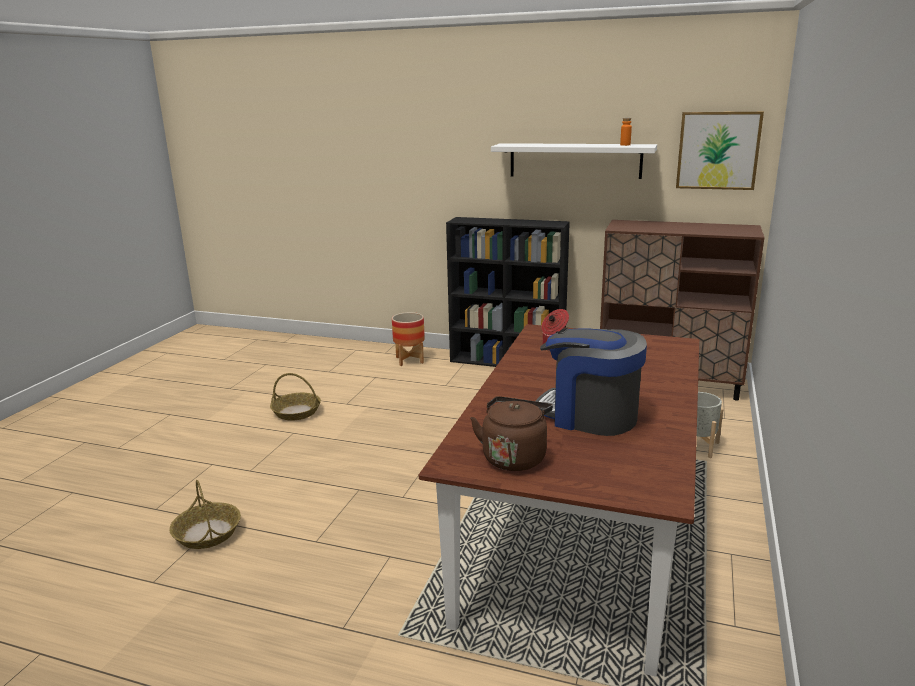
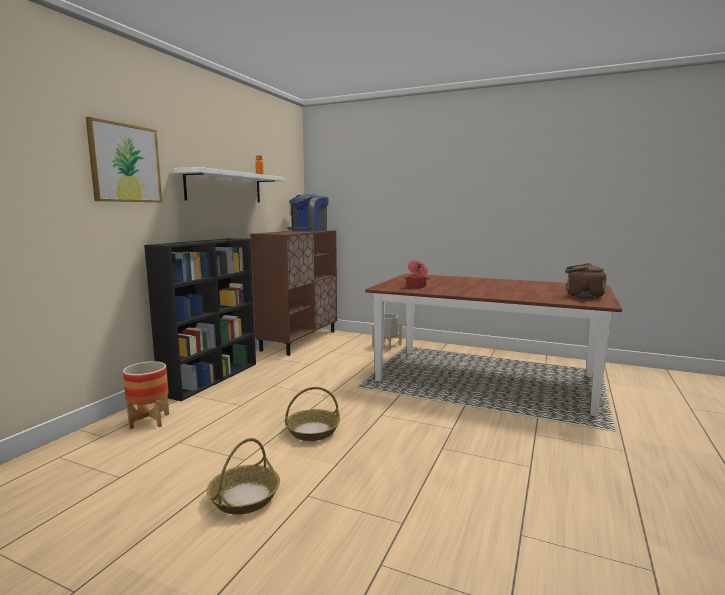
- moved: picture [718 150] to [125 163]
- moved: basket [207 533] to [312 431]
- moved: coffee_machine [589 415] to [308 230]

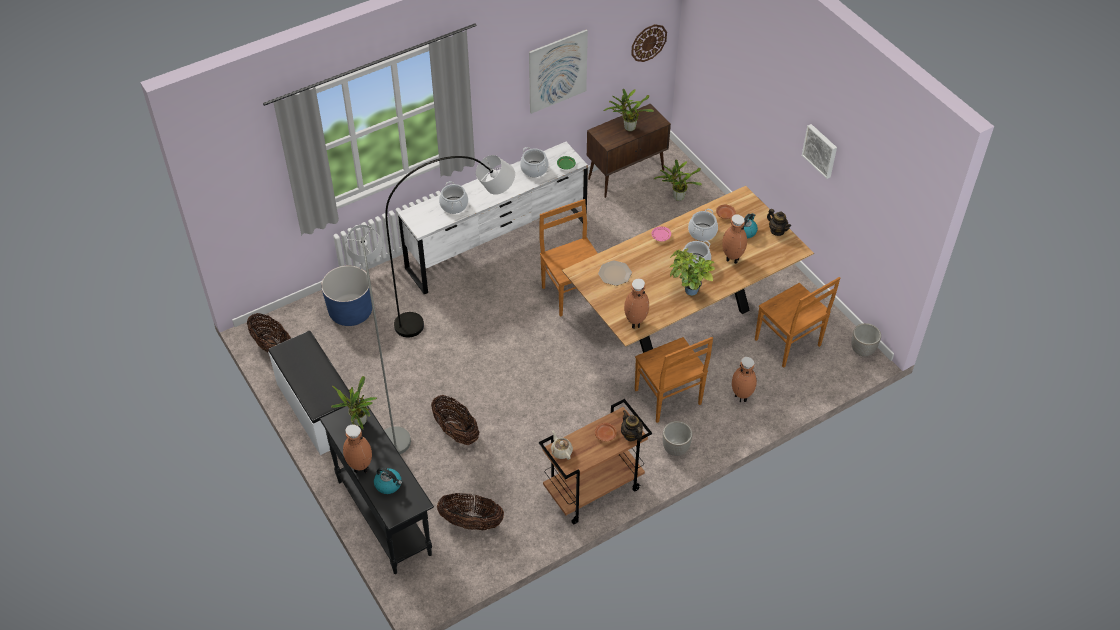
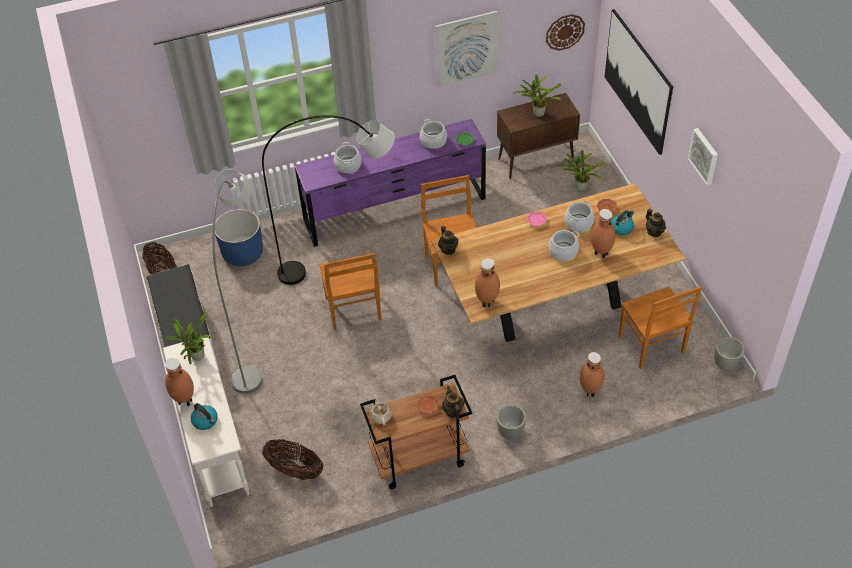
- recoloured: black_console_table [384 516] to white_console_table [216 450]
- recoloured: white_dresser [497 245] to purple_dresser [395 209]
- moved: brown_chair [668 398] to [353 310]
- added: teapot [448 249]
- added: picture [637 81]
- removed: basket [456 431]
- removed: plate [615 273]
- removed: potted_plant [688 292]

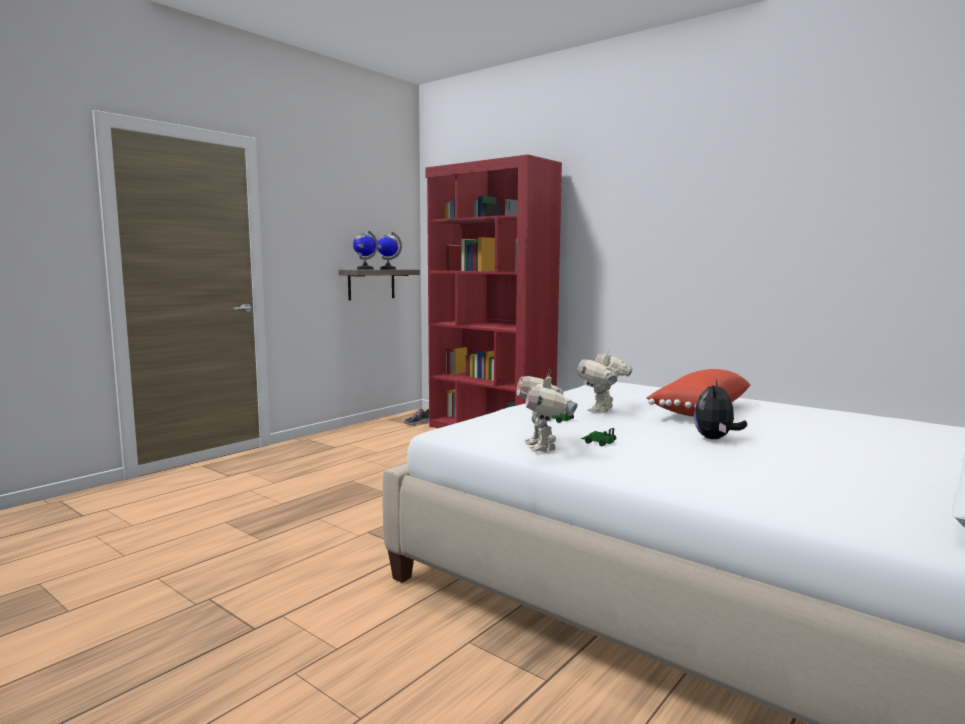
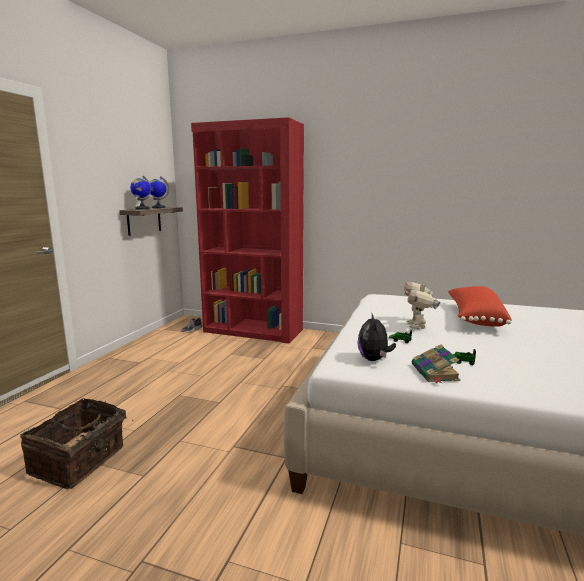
- added: basket [80 461]
- moved: plush_toy [715 439] to [374 359]
- replaced: toy_robot [543 447] to book [435 373]

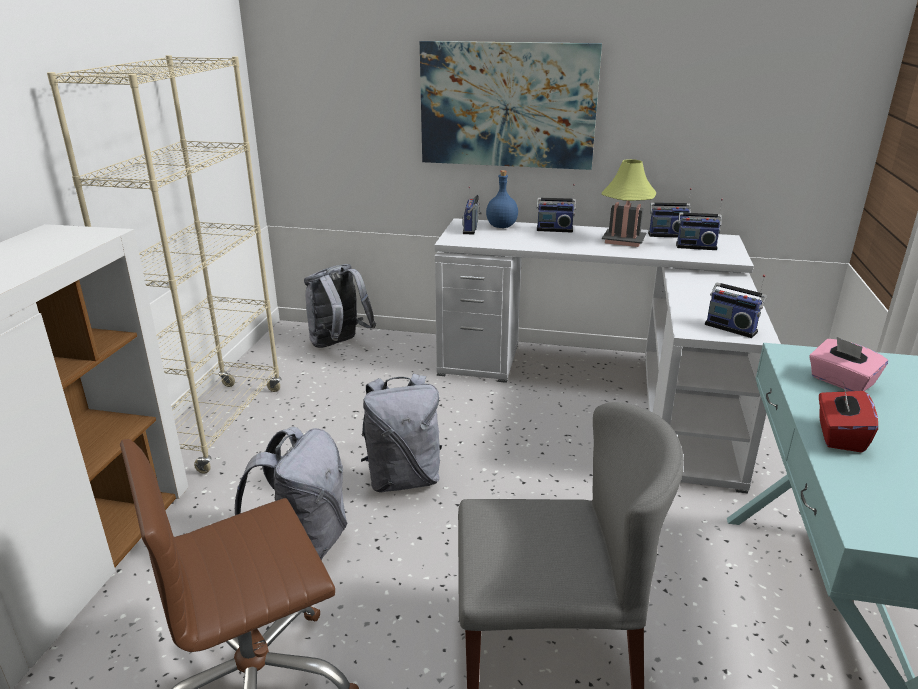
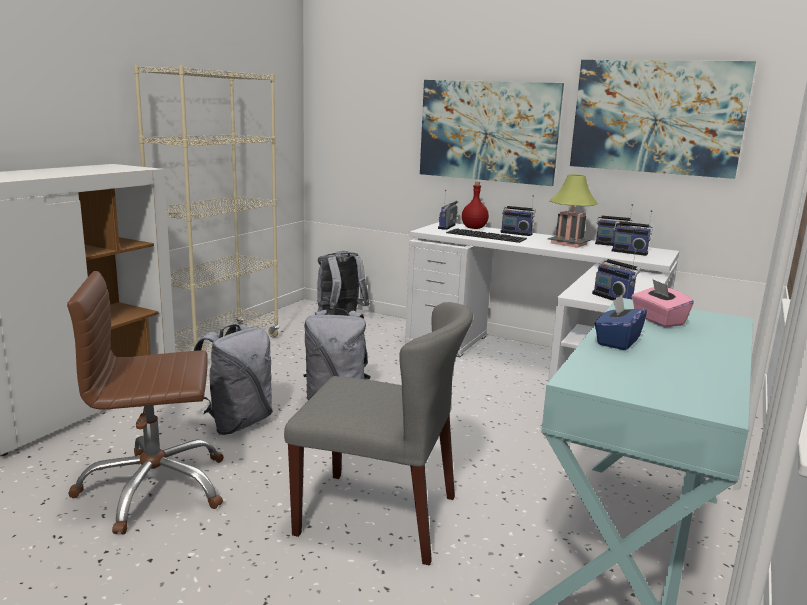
- added: keyboard [487 235]
- recoloured: blue_bottle [502 226] to red_bottle [474 228]
- added: picture [656 117]
- recoloured: red_tissue_box [839 435] to blue_tissue_box [617 341]

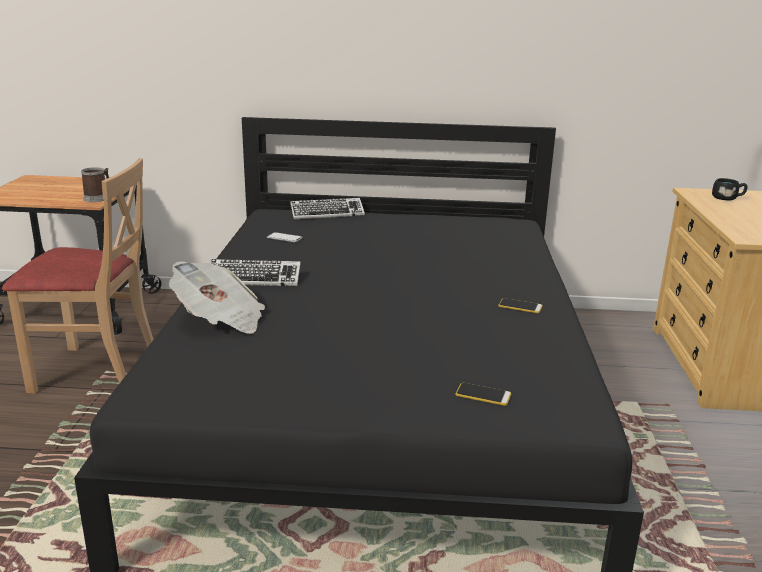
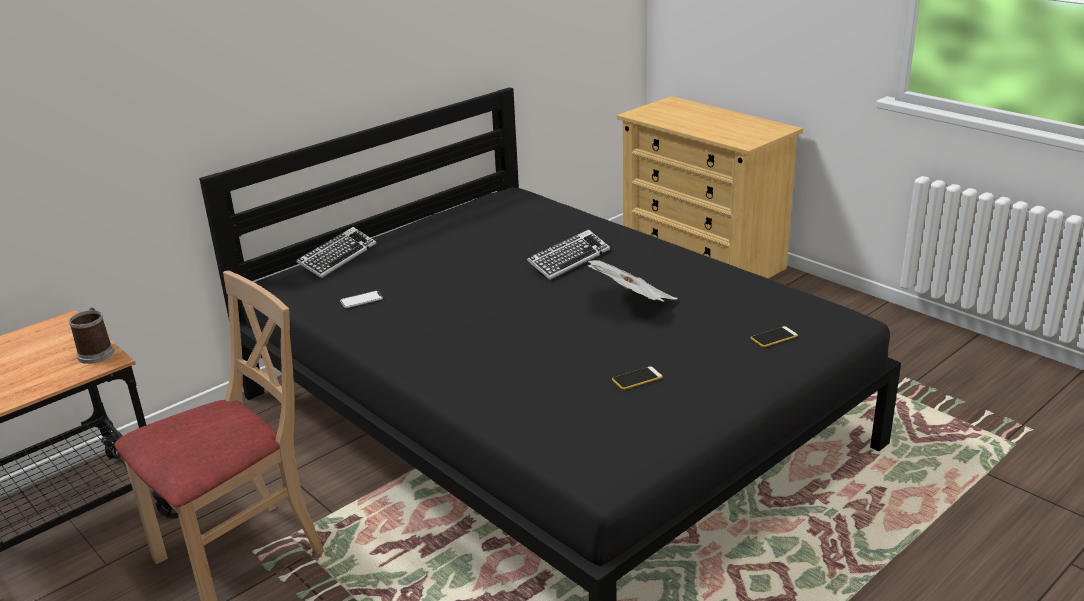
- moved: keyboard [253 279] to [569 260]
- moved: newspaper [220 319] to [632 302]
- moved: phone [520 306] to [637 378]
- removed: black_mug [727 198]

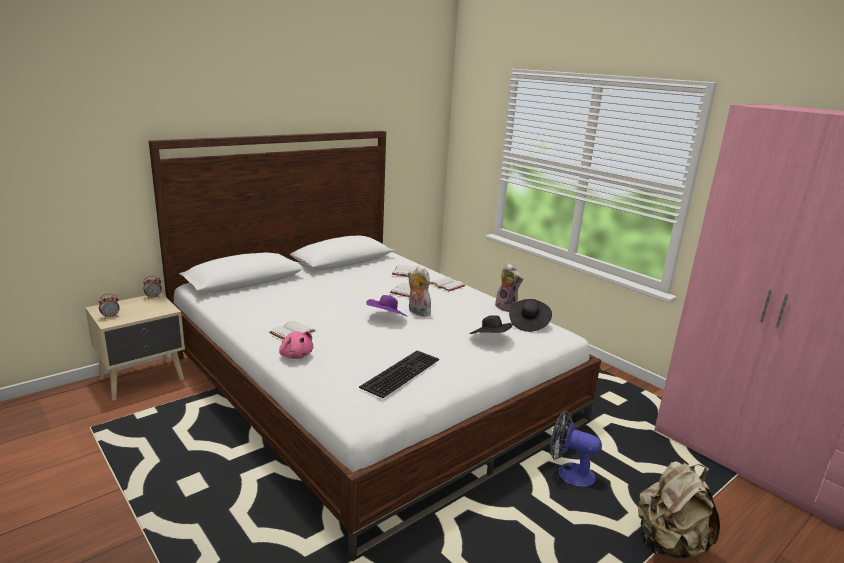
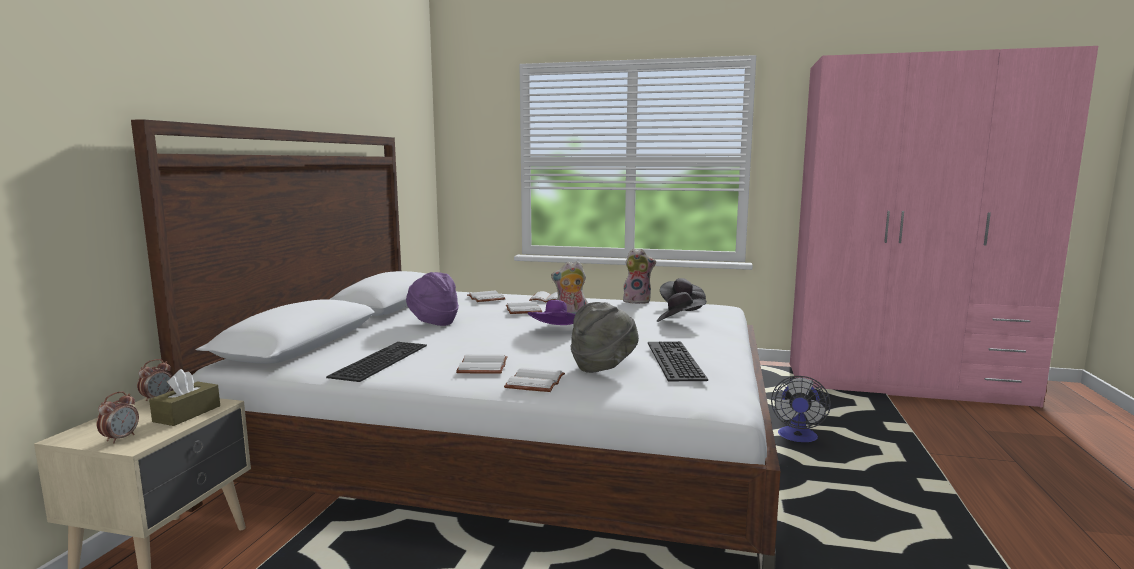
- added: brown_tissue_box [187 414]
- added: keyboard [379 360]
- added: purple_hat [433 322]
- replaced: pink_plush_toy [296 355] to white_book [534 382]
- added: grey_hat [603 367]
- turned: fan [569 473] = [797 438] 60 degrees counterclockwise
- removed: beige_backpack [669 544]

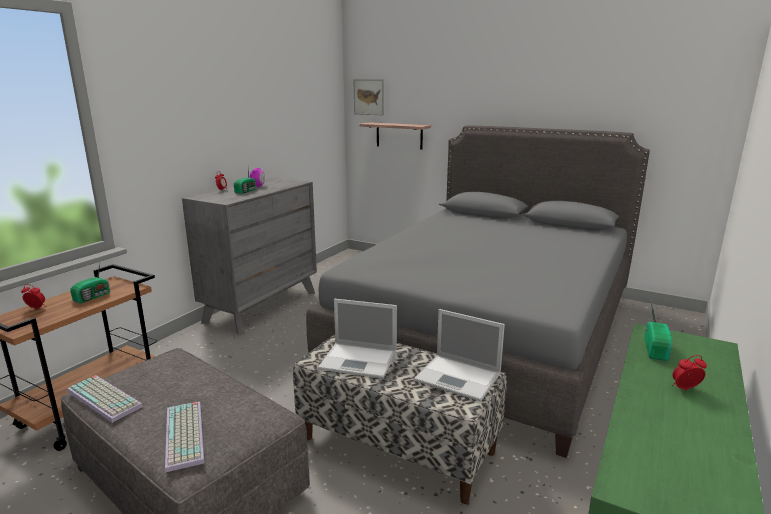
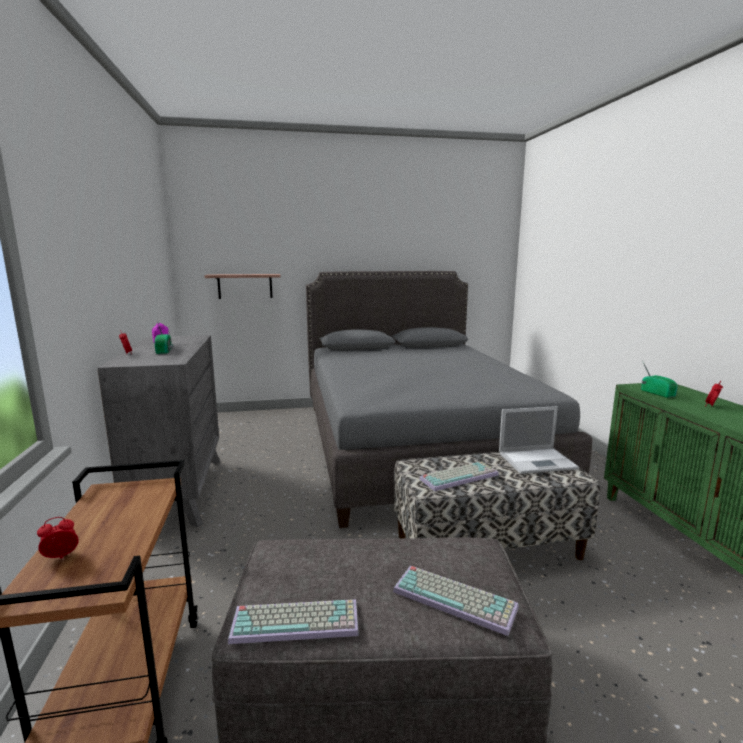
- replaced: laptop [360 360] to keyboard [459 476]
- removed: radio [93 297]
- removed: picture [369 97]

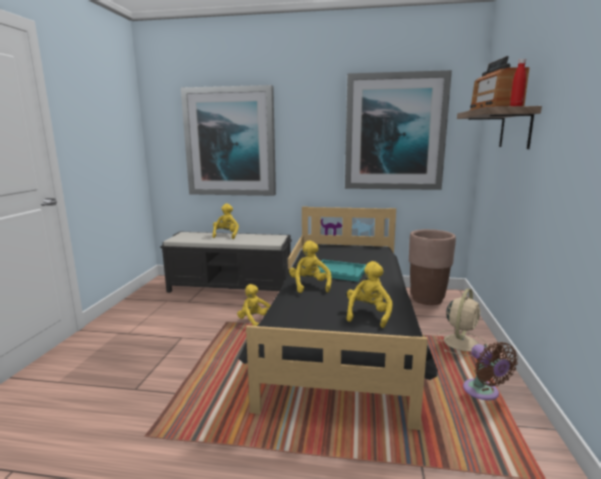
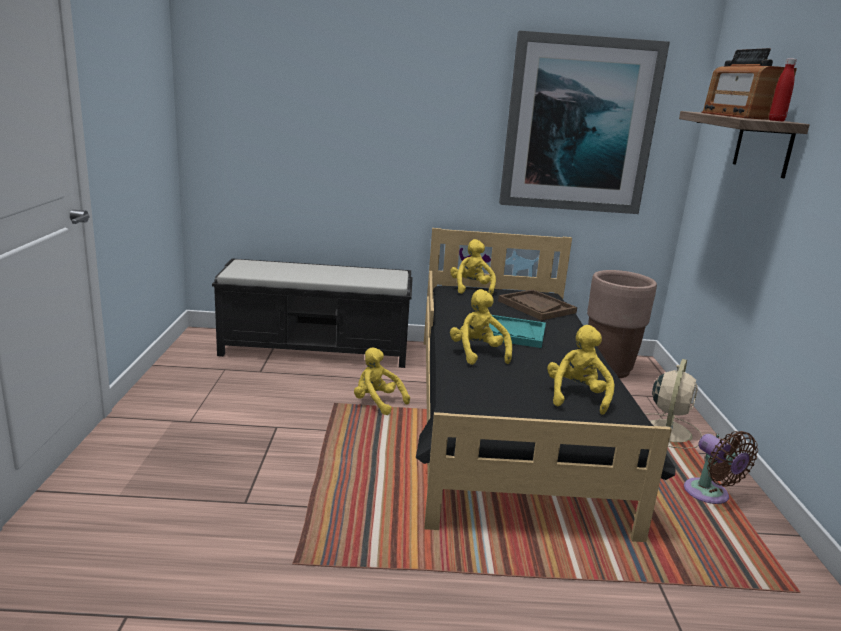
- moved: yellow_plush_toy [226 235] to [471 289]
- added: brown_tray [536 307]
- removed: picture [230 142]

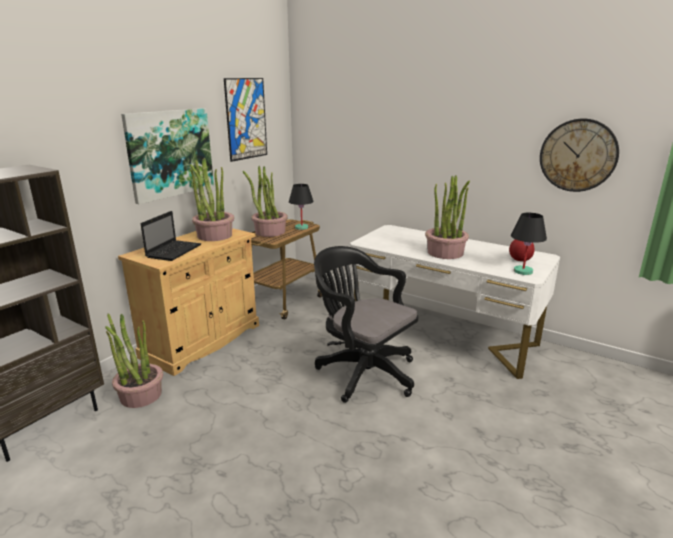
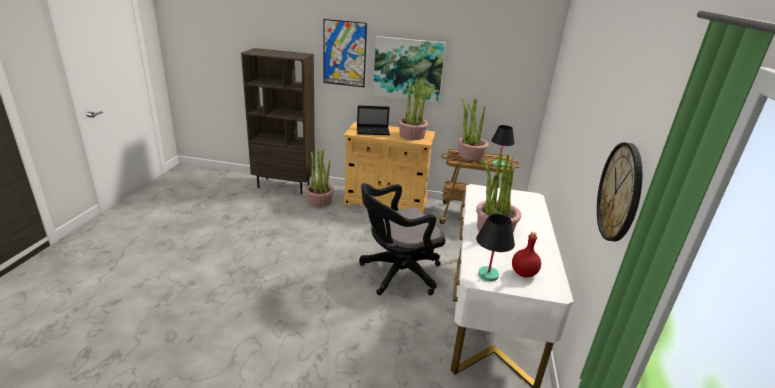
- moved: picture [246 119] to [344 53]
- turned: black_office_chair [362 371] = [397 274] 135 degrees counterclockwise

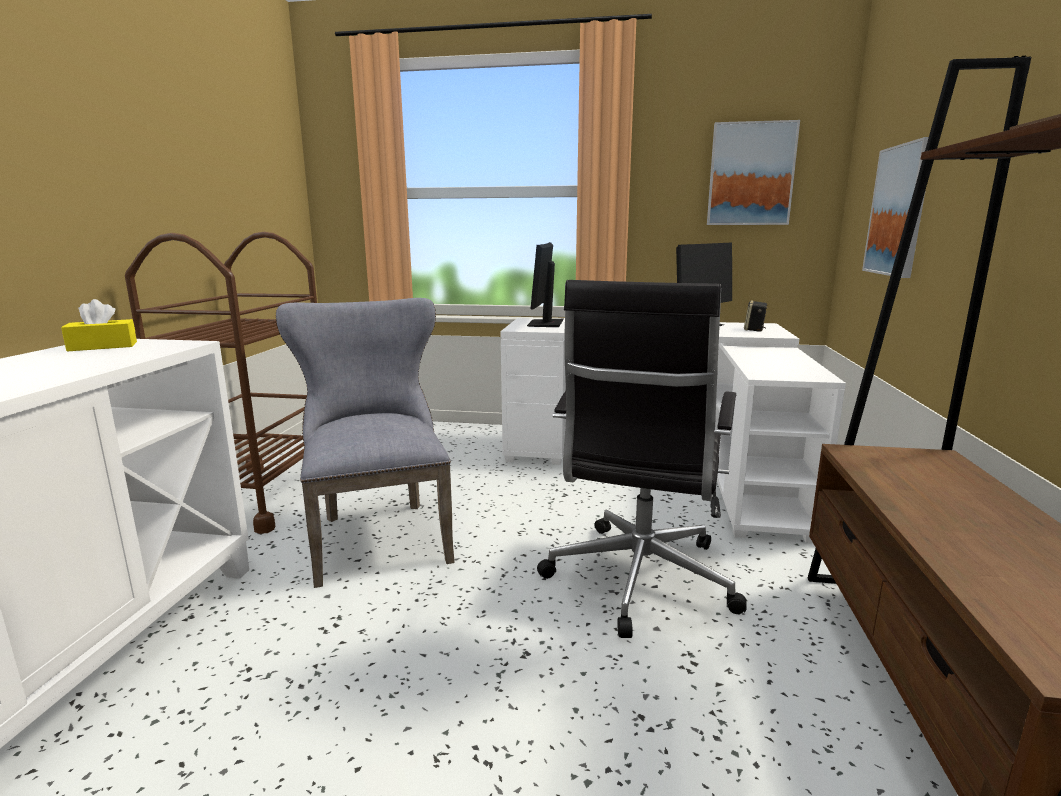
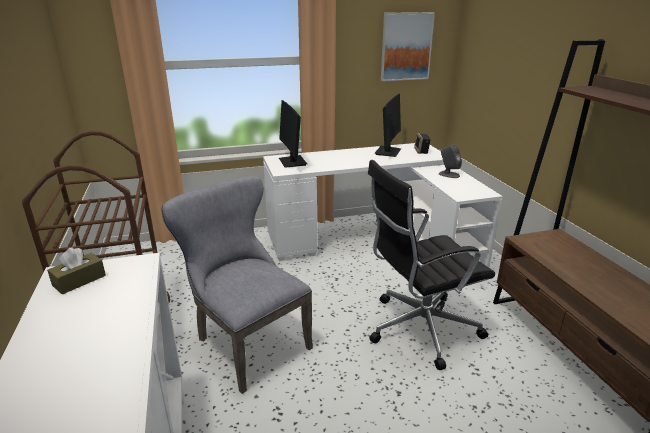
- recoloured: yellow_tissue_box [103 346] to brown_tissue_box [79 280]
- turned: black_office_chair [638 580] = [419 328] 75 degrees clockwise
- added: grey_speaker [448 174]
- removed: picture [899 211]

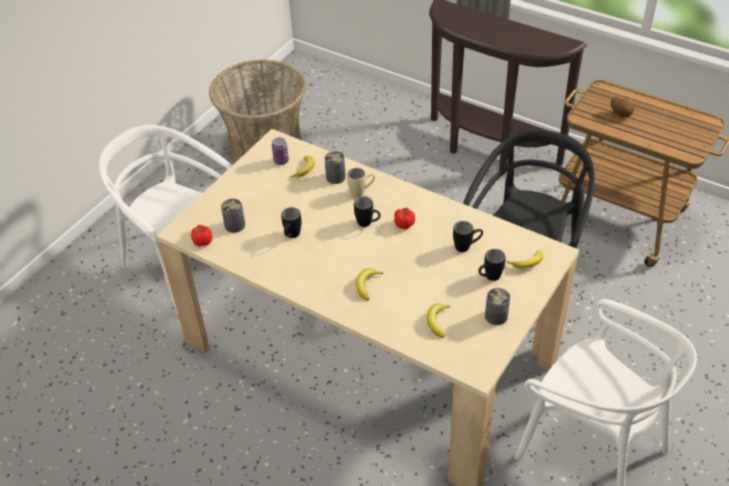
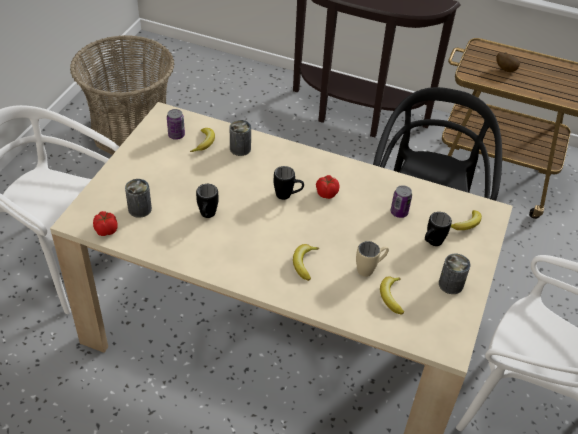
- moved: beige_mug [361 192] to [370 269]
- replaced: black_mug [467 247] to can [399 212]

